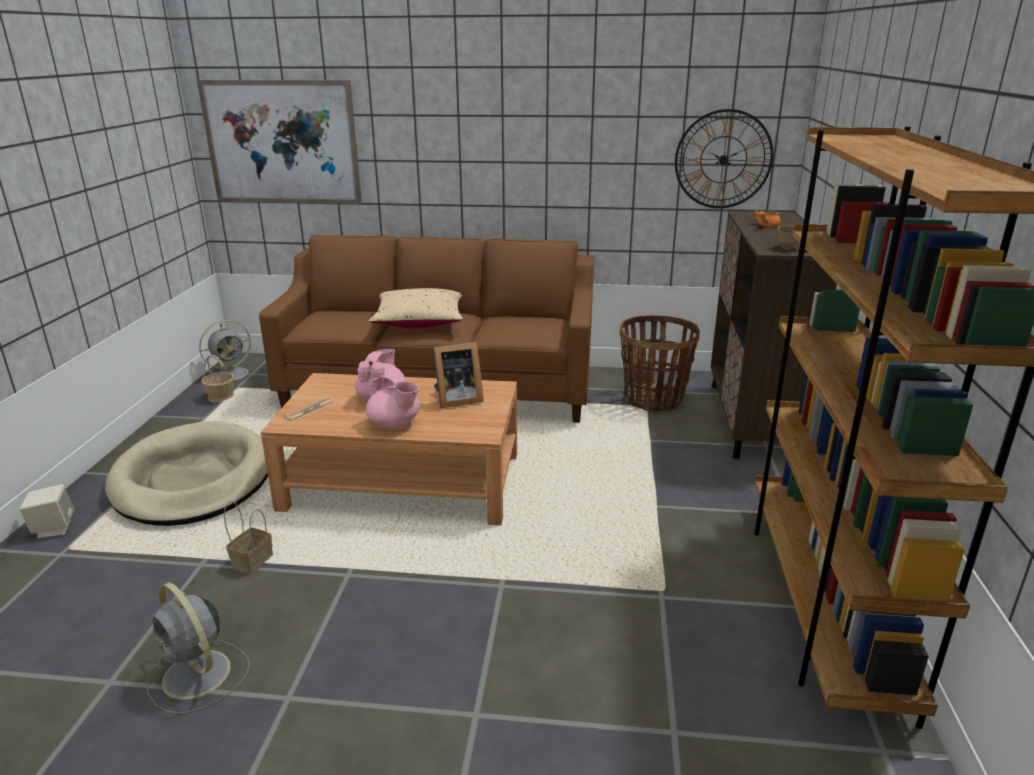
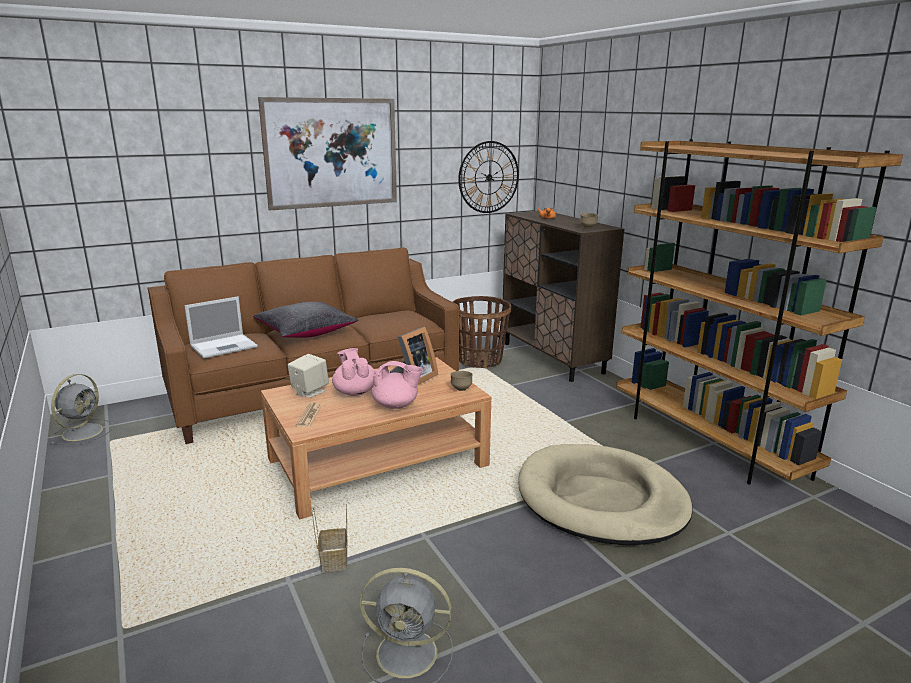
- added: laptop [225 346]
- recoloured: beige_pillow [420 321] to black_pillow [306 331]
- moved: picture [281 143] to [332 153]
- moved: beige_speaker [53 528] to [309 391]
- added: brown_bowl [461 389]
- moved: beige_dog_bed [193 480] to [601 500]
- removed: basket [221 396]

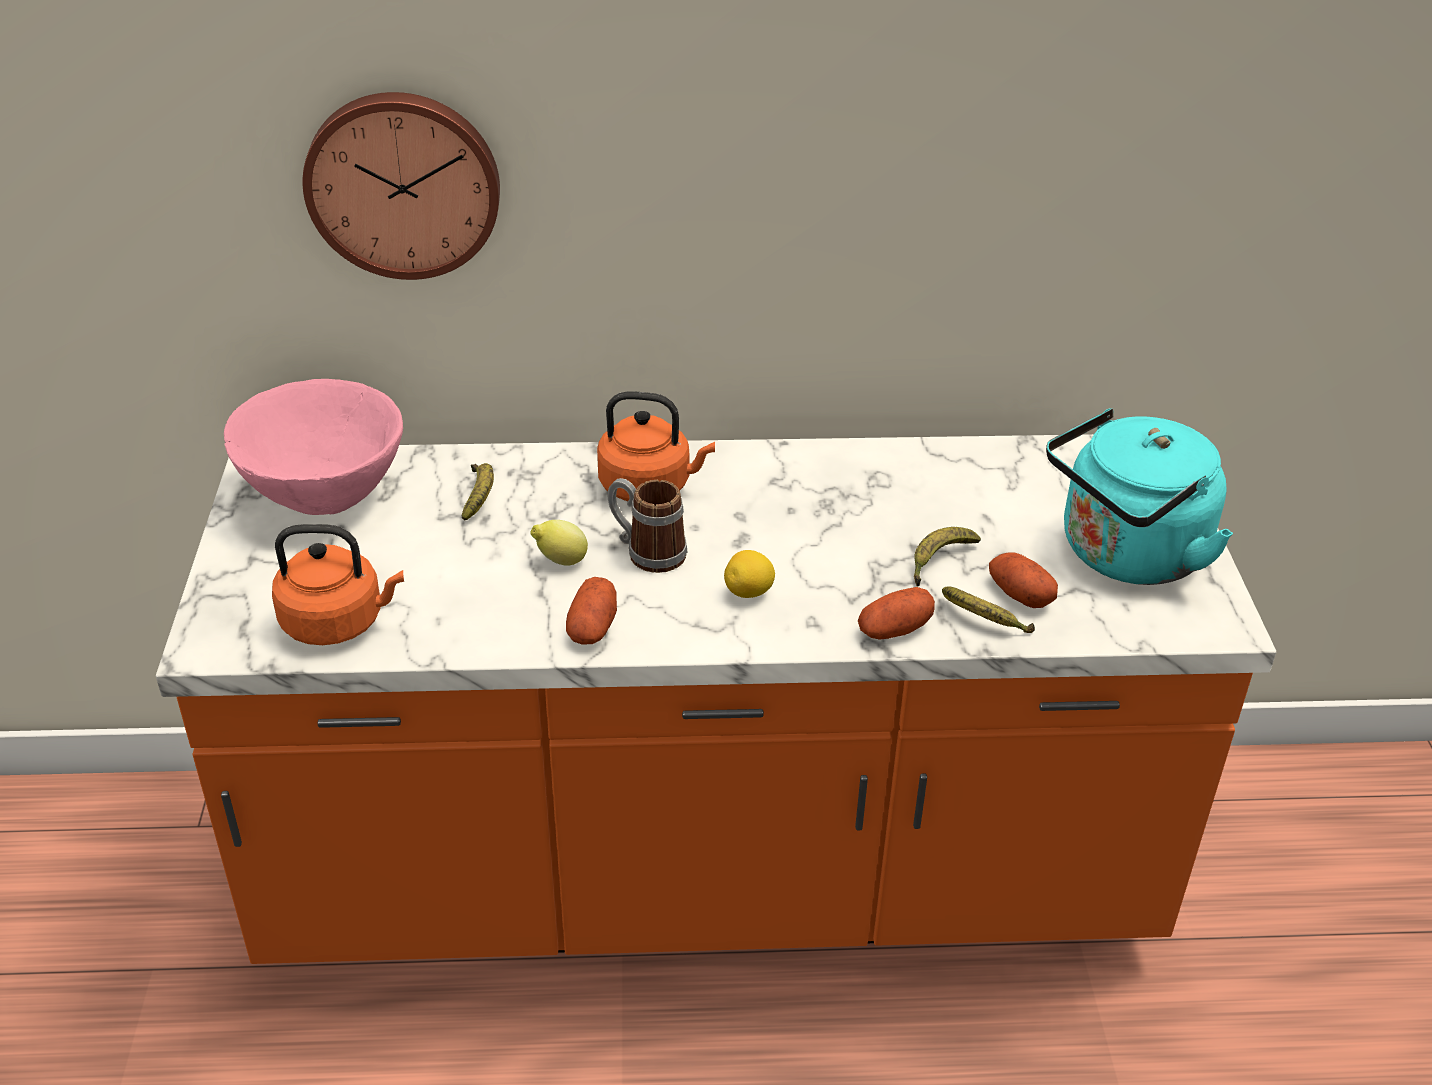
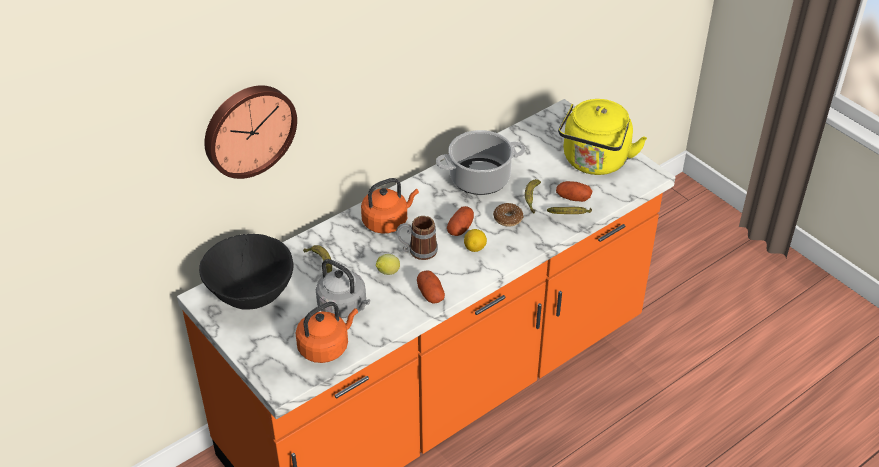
- recoloured: pink_bowl [324 496] to black_bowl [251 296]
- added: grey_kettle [344 307]
- added: cooking_pot [480 178]
- moved: potato [894 630] to [460 228]
- added: donut [508 218]
- recoloured: turquoise_kettle [1125 556] to yellow_kettle [594 162]

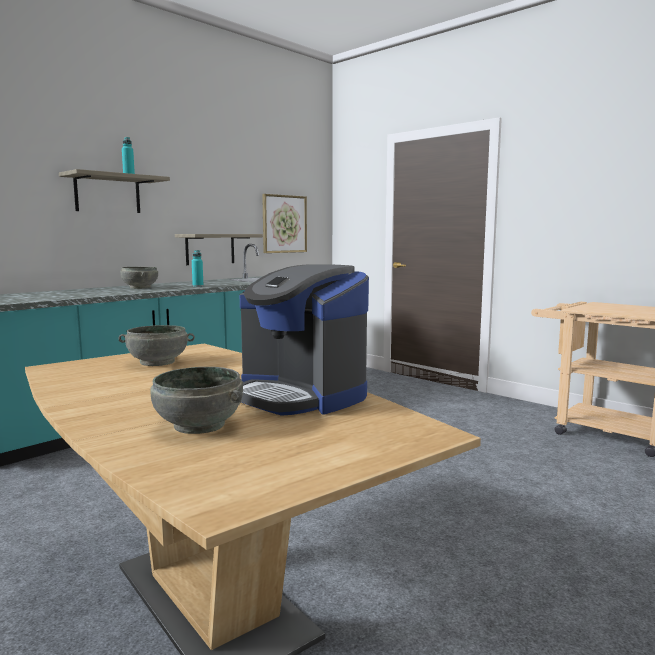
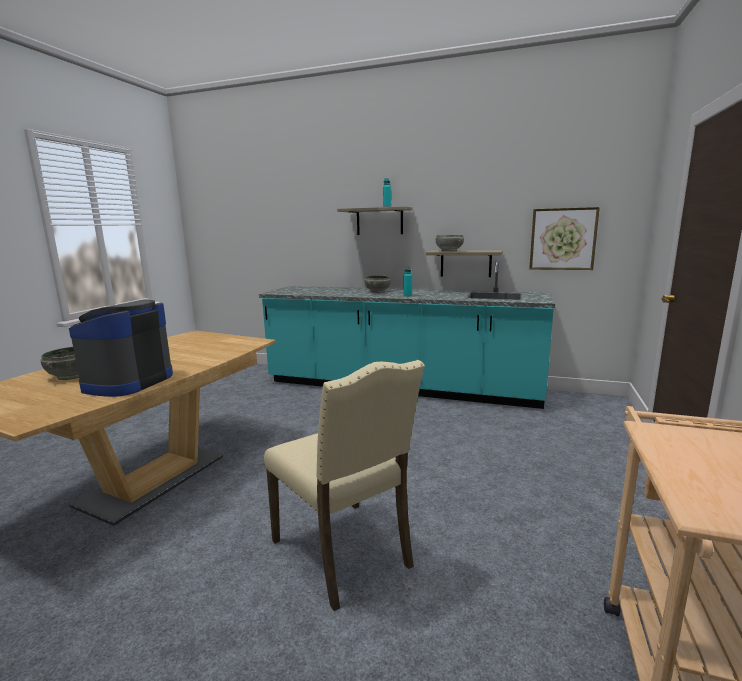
- added: beige_chair [345 553]
- moved: grey_bowl [157 362] to [448 251]

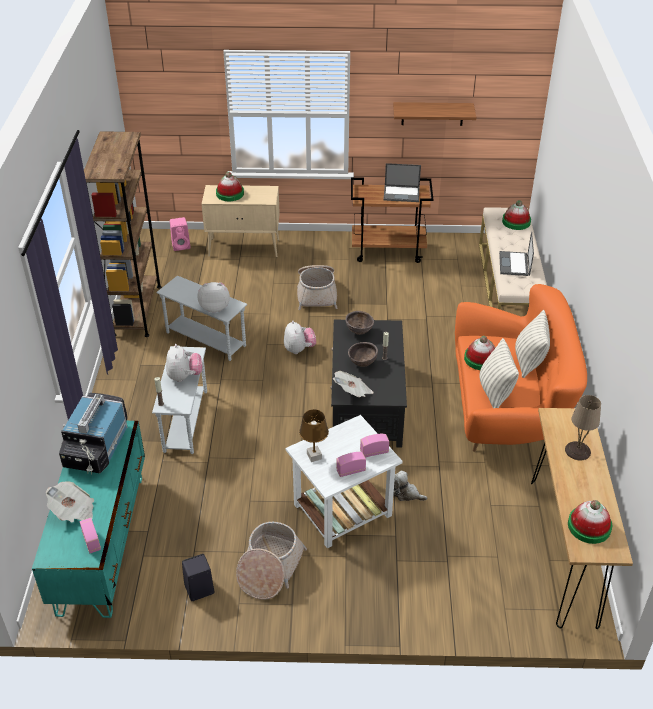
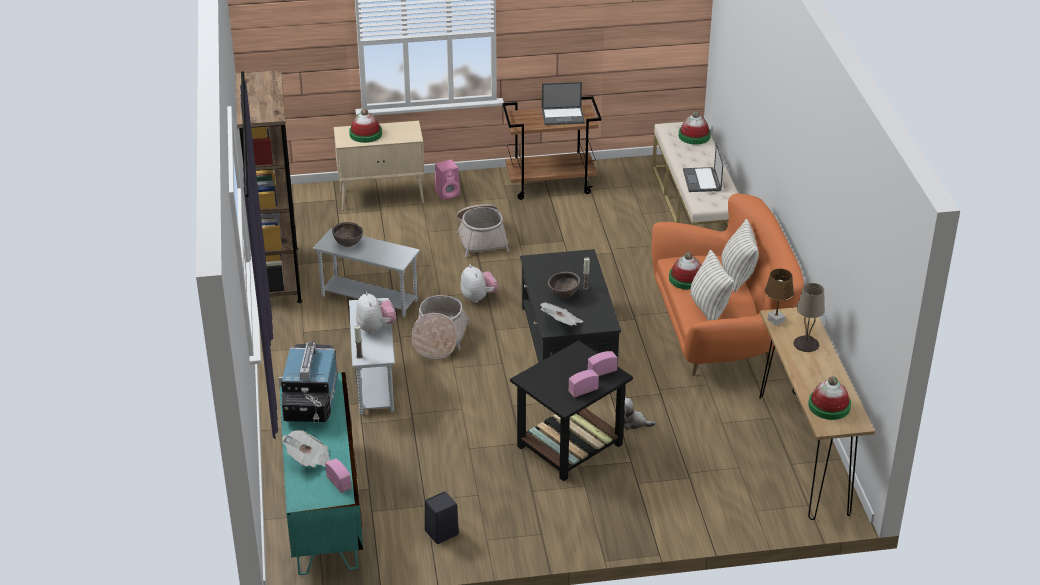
- moved: brown_bowl [359 332] to [348 244]
- moved: basket [269 568] to [439 338]
- moved: pink_speaker [181 245] to [448 193]
- recoloured: white_side_table [341 510] to black_side_table [569 446]
- moved: brown_table_lamp [314 456] to [776 320]
- removed: plush_toy [215 307]
- removed: shelf [432 113]

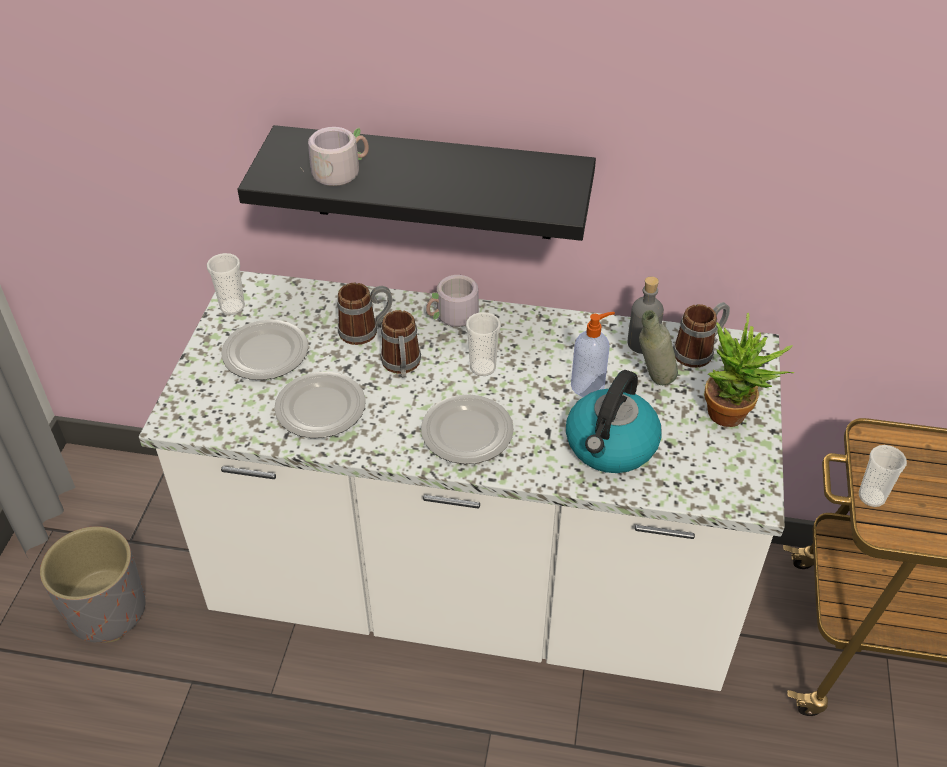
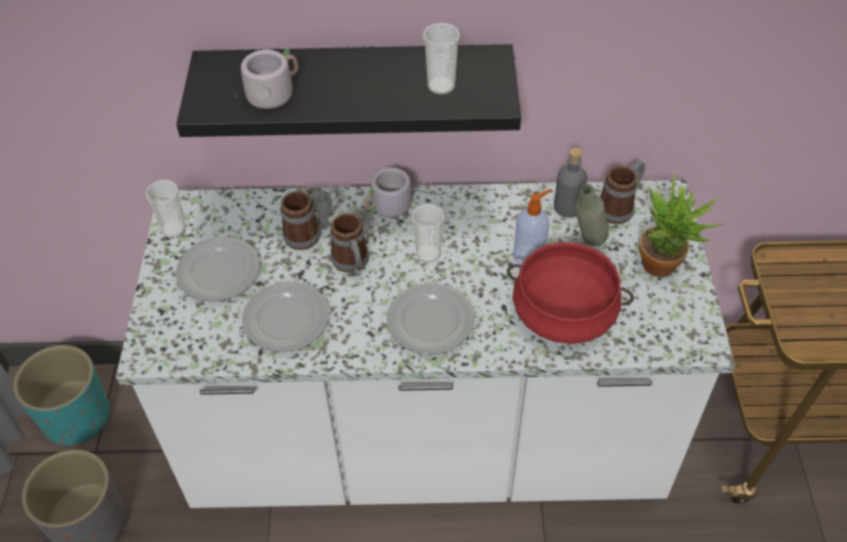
- added: turquoise_planter [77 417]
- moved: cup [871 497] to [441 86]
- replaced: kettle [611 446] to red_cooking_pot [564 313]

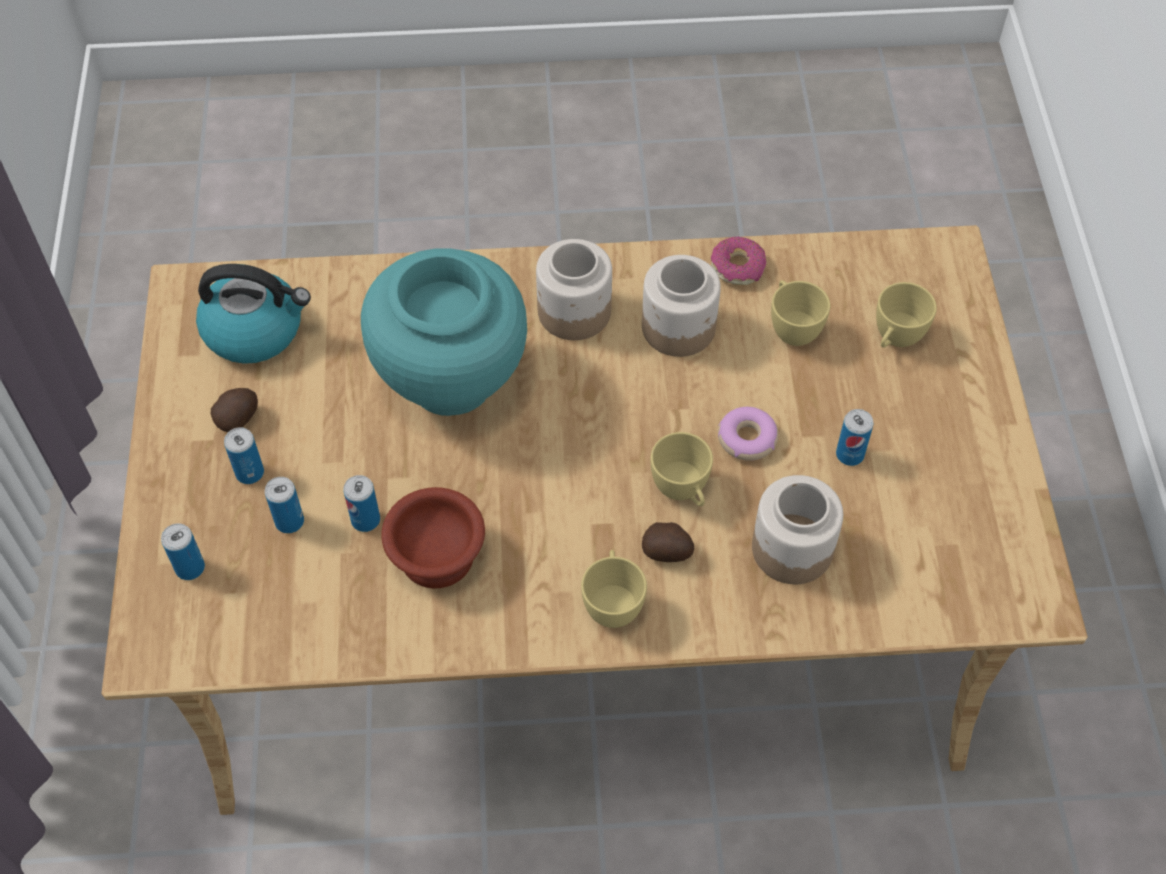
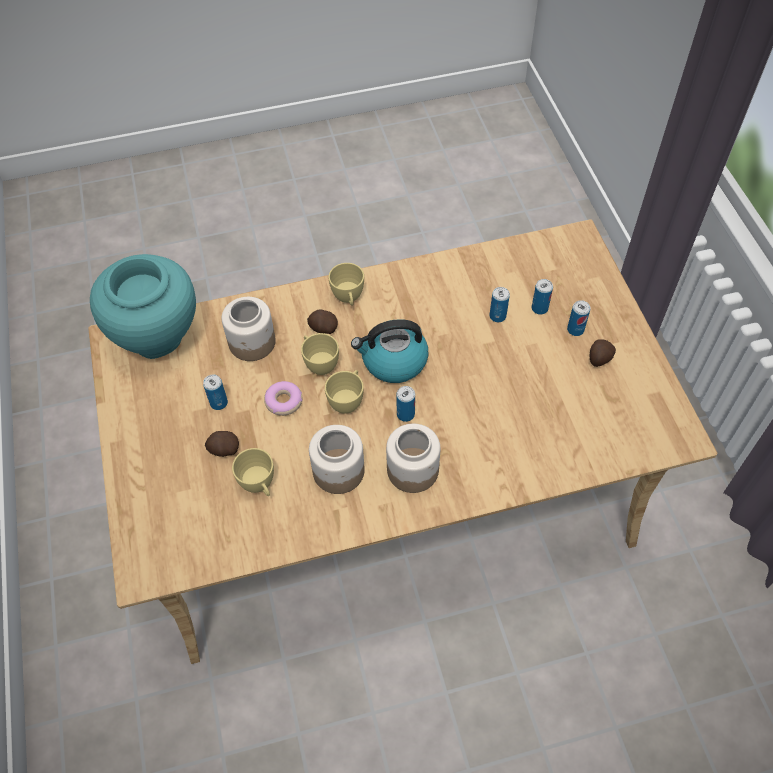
- moved: turquoise_vase [452 383] to [157 338]
- added: potato [223 450]
- moved: yellow_cup [895 339] to [348 400]
- moved: kettle [255 330] to [393 361]
- moved: can [190 568] to [405 414]
- removed: brown_bowl [434 556]
- removed: donut [737 267]

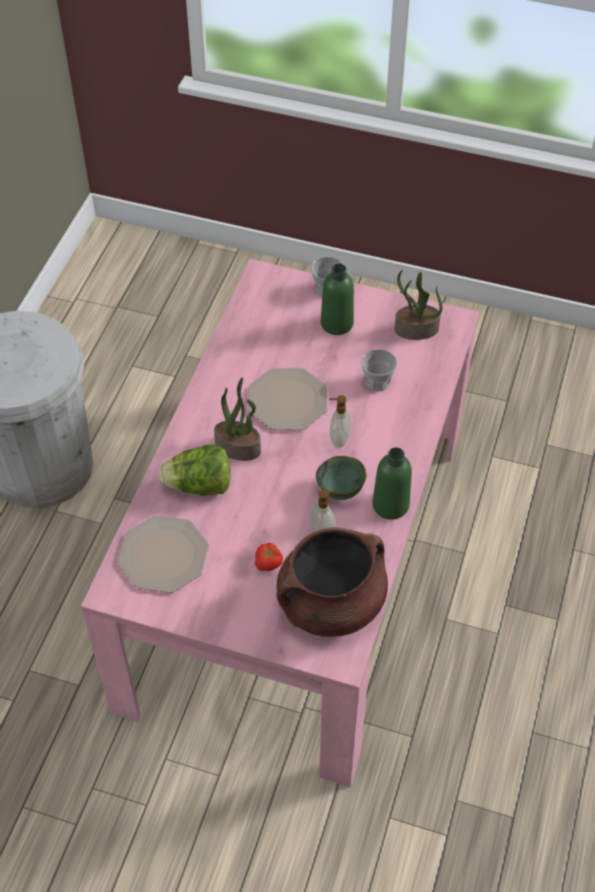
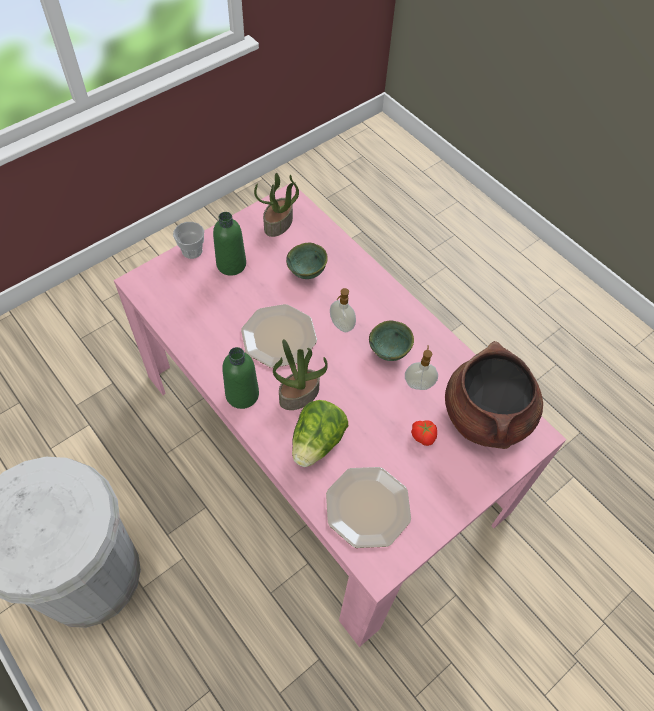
- moved: green_bottle [390 505] to [242 394]
- replaced: cup [377 382] to green_bowl [307 273]

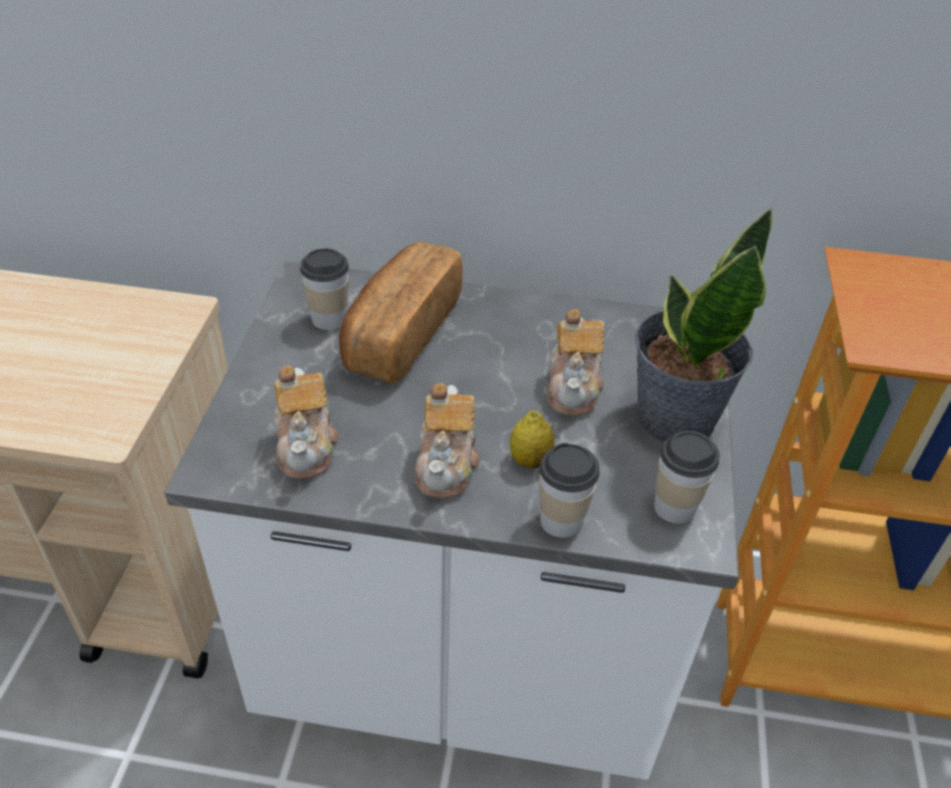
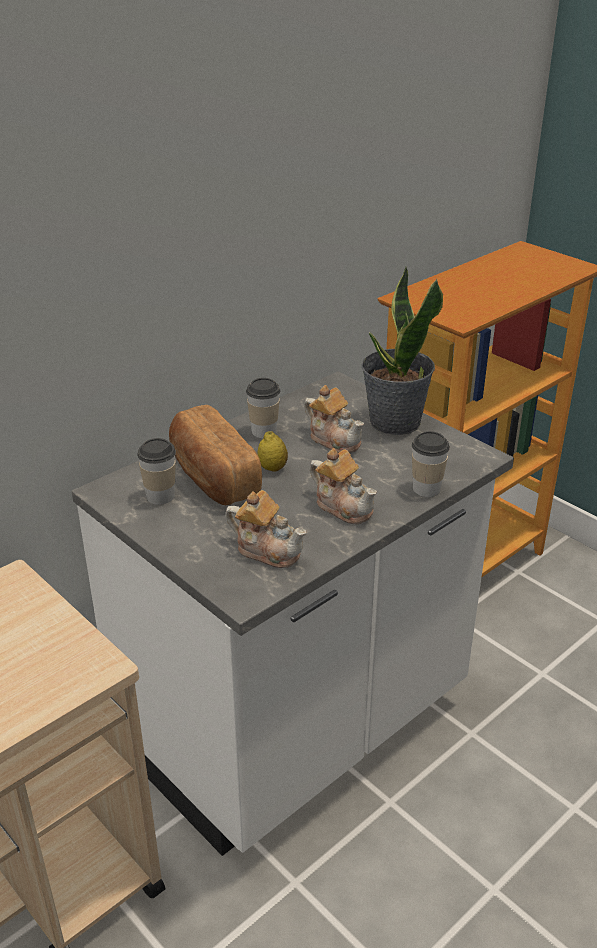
- moved: cup [674 507] to [264 431]
- moved: lemon [530 460] to [272 468]

